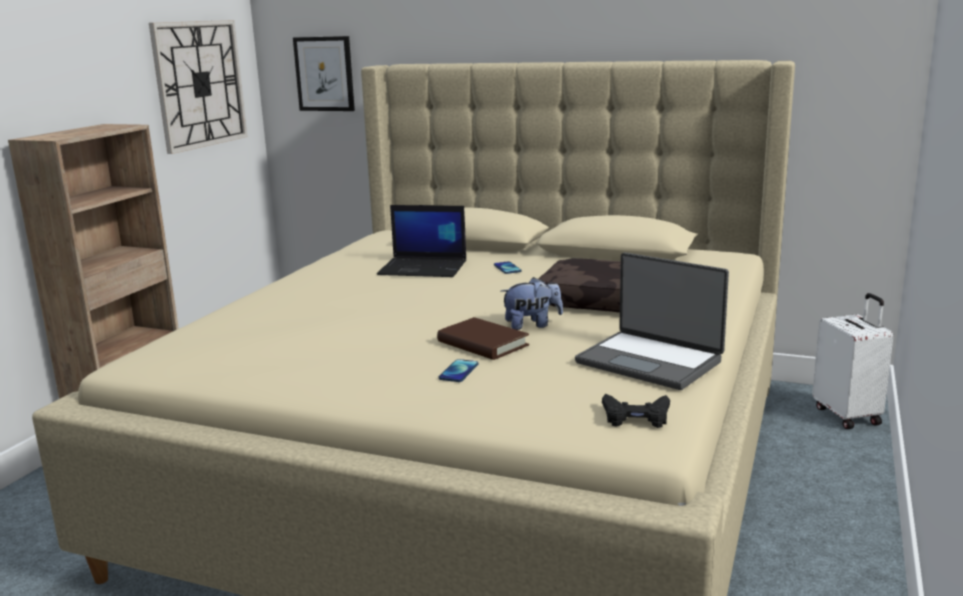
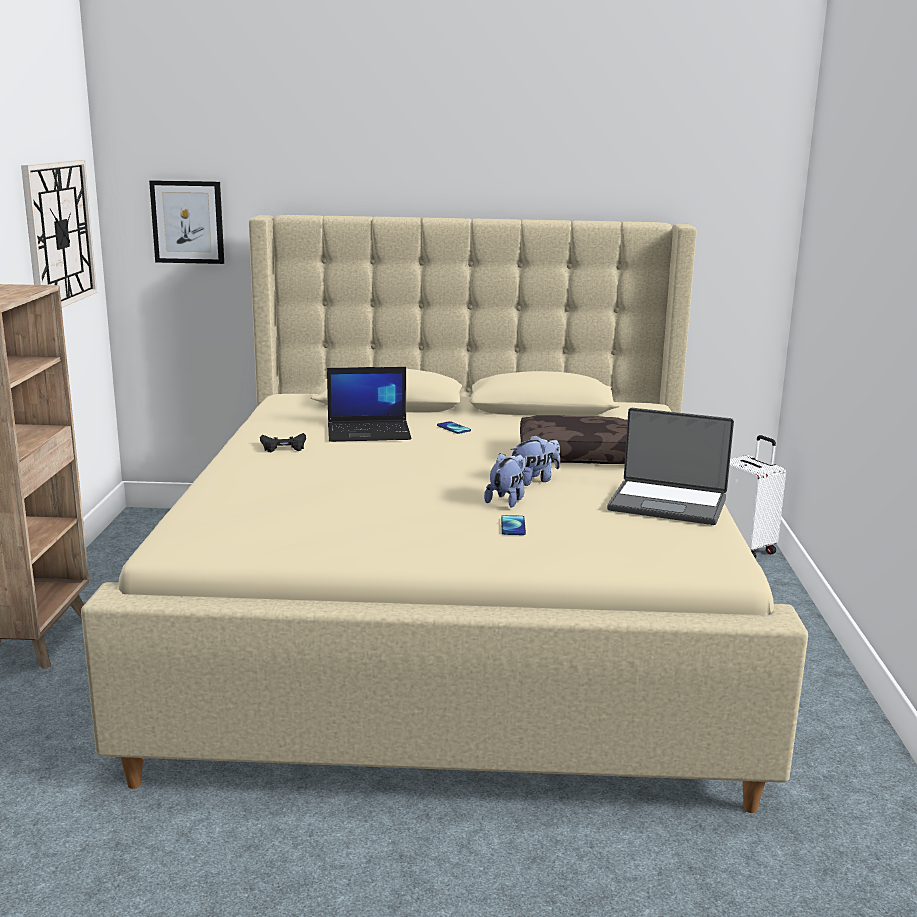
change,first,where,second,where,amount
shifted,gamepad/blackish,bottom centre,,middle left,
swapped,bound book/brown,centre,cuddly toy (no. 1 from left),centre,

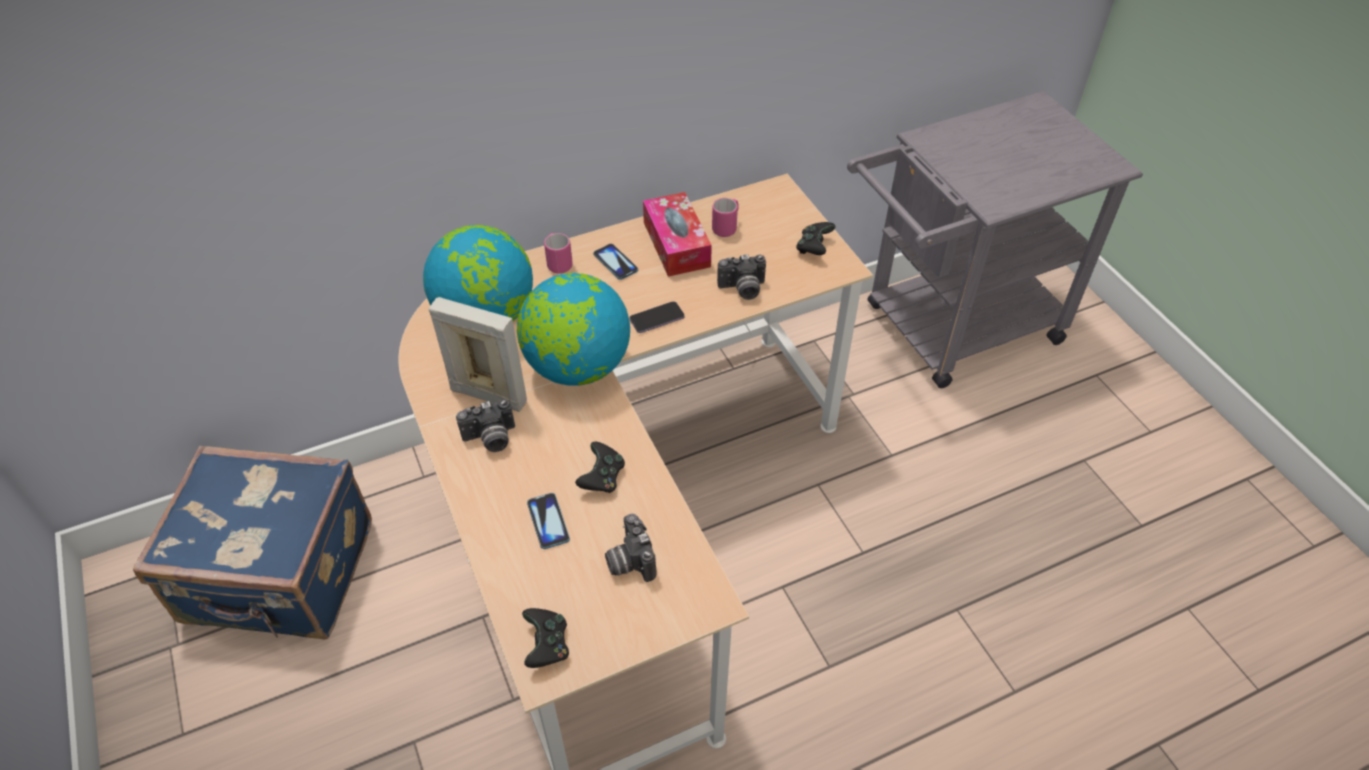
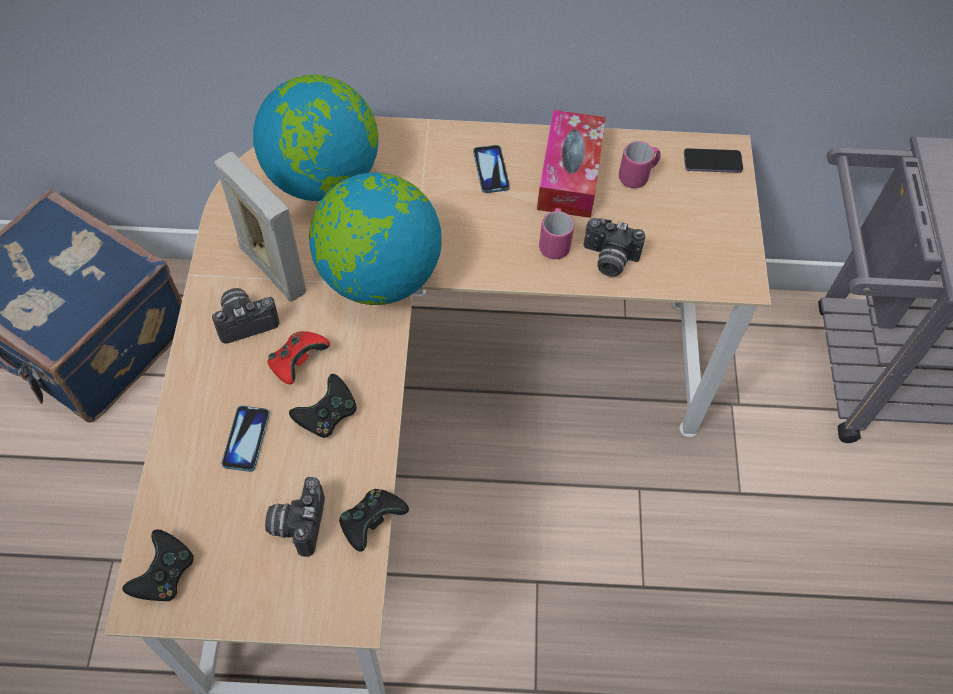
change,first,where,second,where,amount
new,,,gamepad/red,middle left,
shifted,coffee mug/pink (no. 1 from left),top centre,,centre,
shifted,handset (no. 3 from left),centre,,top right,
shifted,gamepad/blackish (no. 3 from left),top centre,,bottom centre,
rotated,still camera (no. 1 from left),centre,,middle left,150 degrees clockwise

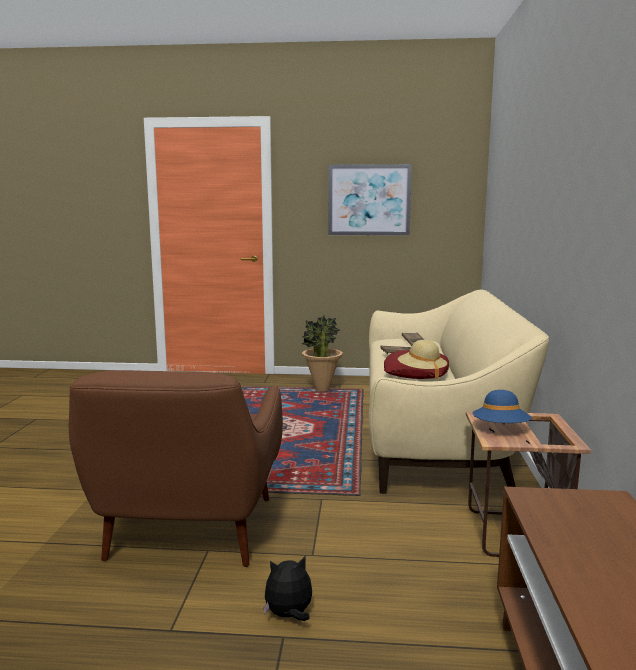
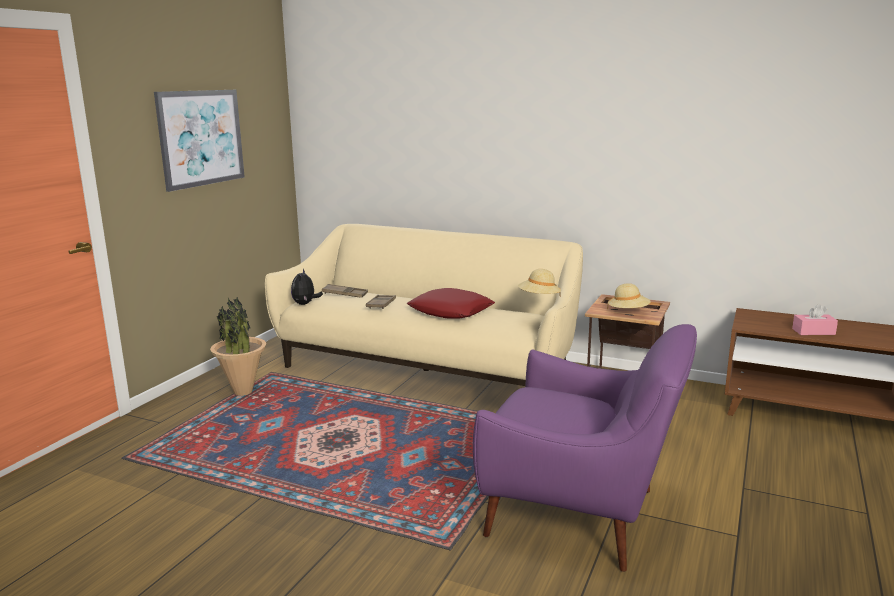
change,first,where,second,where,amount
new,,,tissue holder/pink,middle right,
shifted,cuddly toy,bottom centre,,centre,
repainted,lounge chair/brown,bottom left,lounge chair/purple-coloured,bottom centre,
repainted,clothing hat/blue-coloured,middle right,clothing hat/beige-coloured (no. 2 from left),middle right,

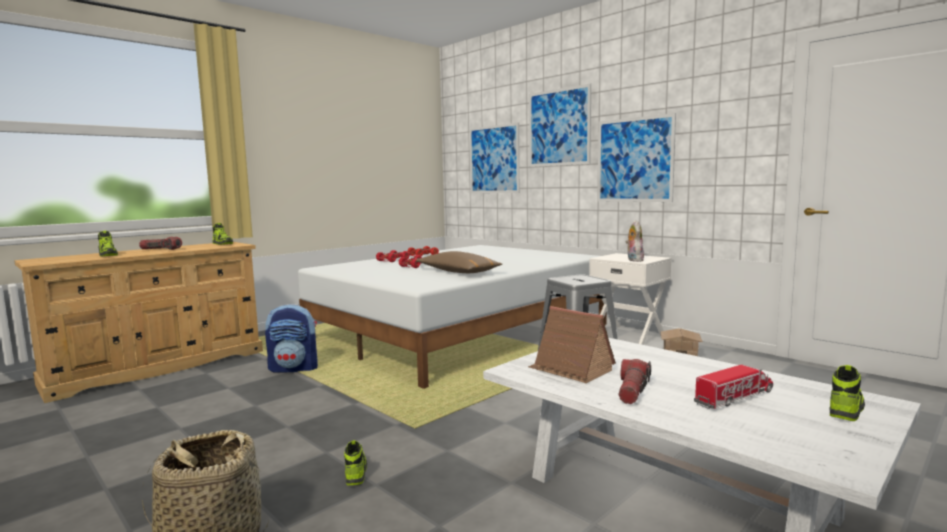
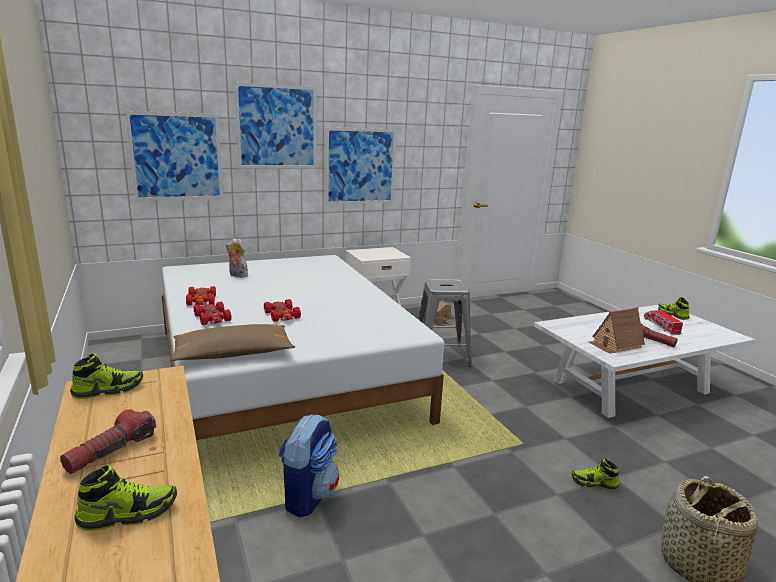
change,first,where,second,where,amount
shifted,pillow/brown,centre,,middle left,
shifted,cuddly toy,middle right,,middle left,

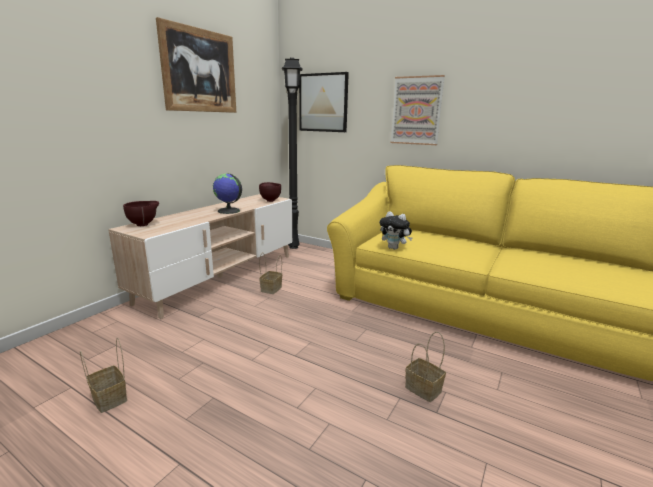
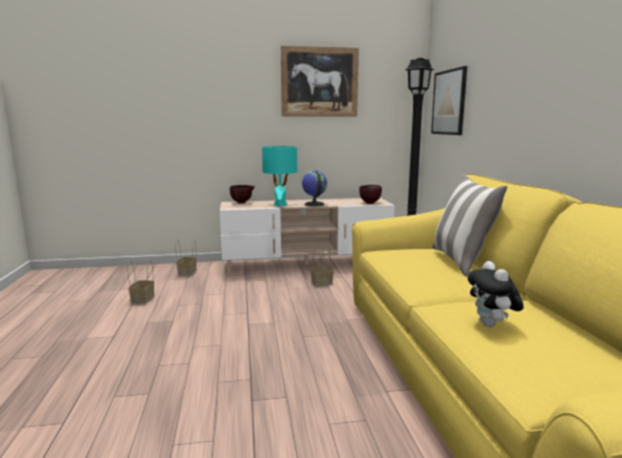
change,first,where,second,where,amount
gone,wall picture (no. 3 from left),top centre,,,
new,,,tabletop lamp/turquoise-coloured,centre,
new,,,pillow,middle right,
shifted,cuddly toy,centre,,middle right,
shifted,storage basket (no. 3 from left in the first image),bottom centre,storage basket (no. 2 from left),middle left,

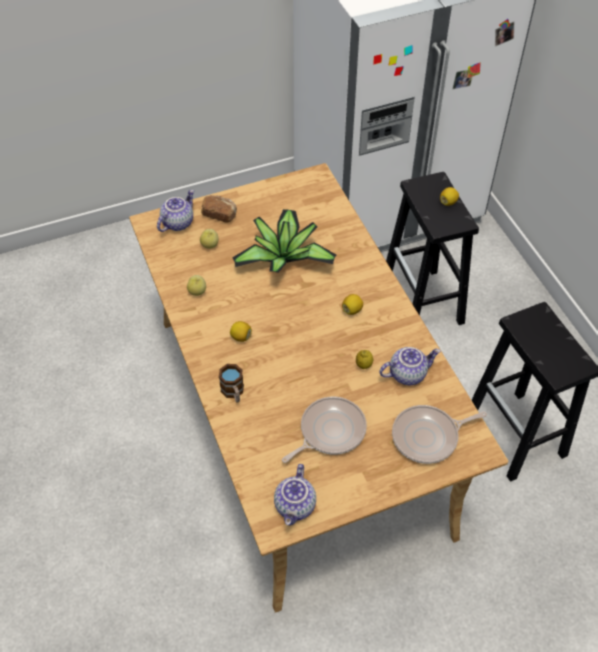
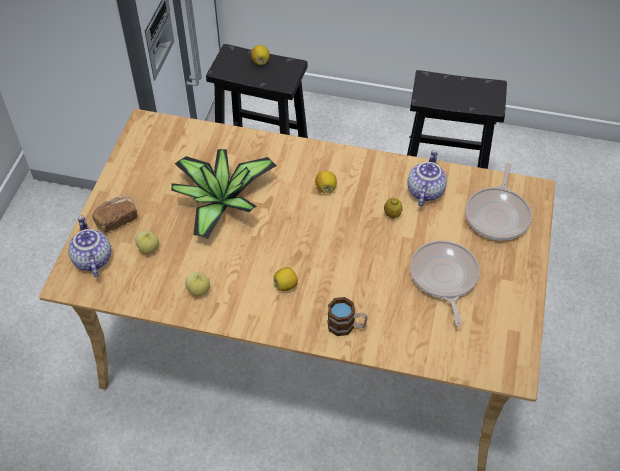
change,first,where,second,where,amount
gone,tea pot (no. 2 from left),bottom centre,,,

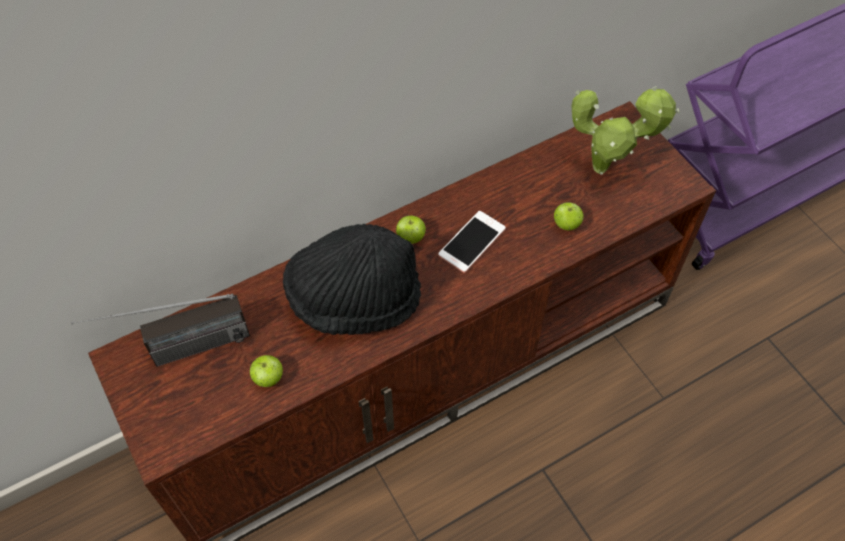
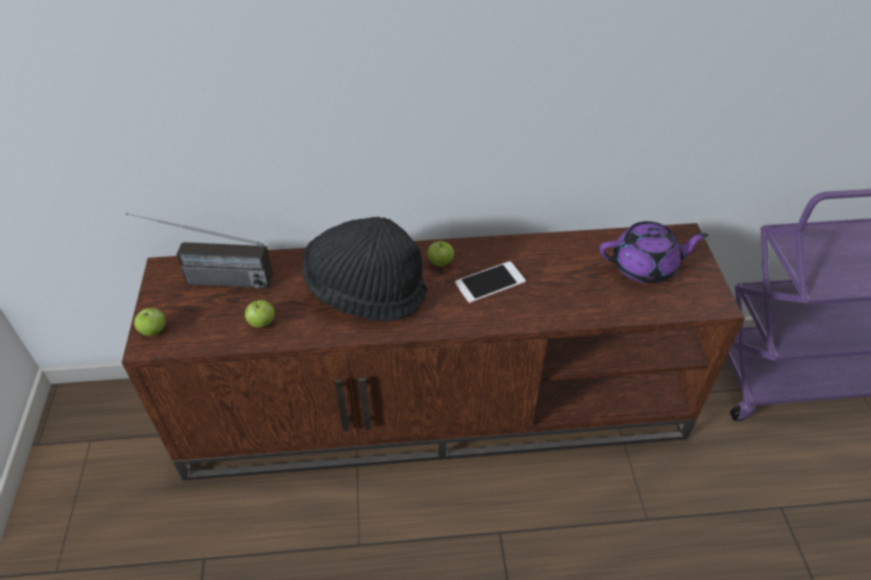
change,first,where,second,where,amount
shifted,apple (no. 3 from left in the first image),middle right,apple (no. 1 from left),middle left,
swapped,houseplant,top right,tea pot/purple-coloured,middle right,

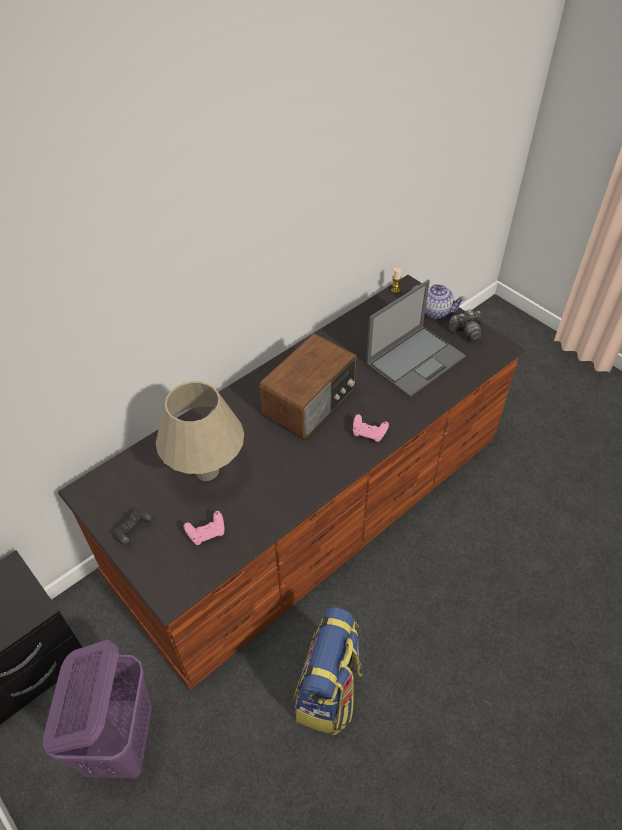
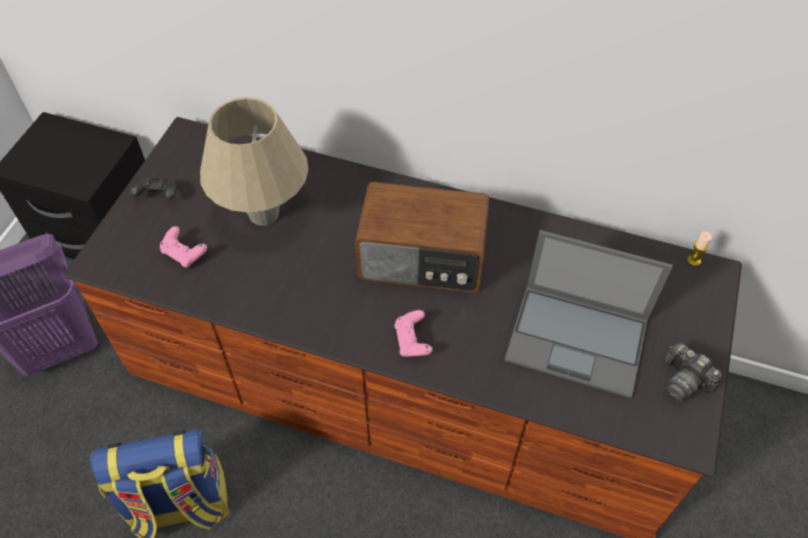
change,first,where,second,where,amount
gone,tea pot,middle right,,,

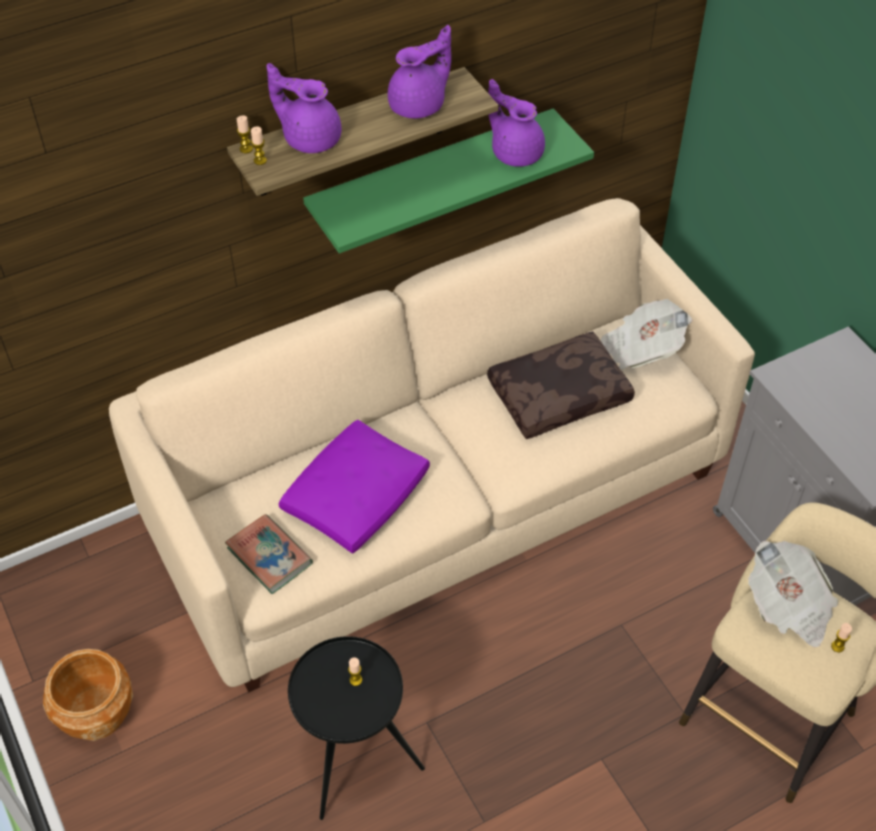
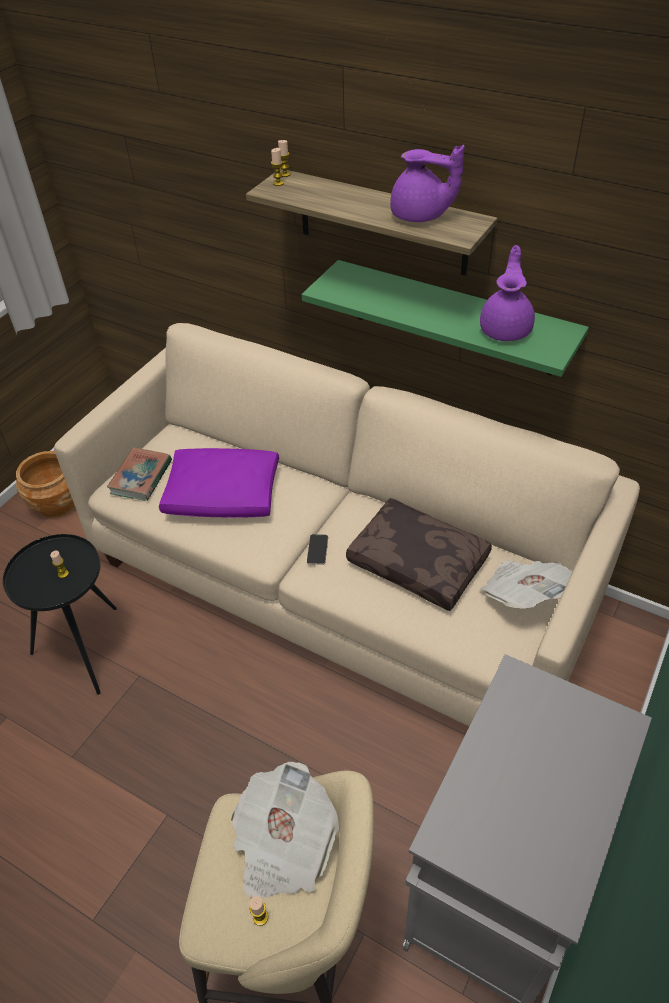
change,first,where,second,where,amount
gone,tea pot/purple-coloured (no. 1 from left),top centre,,,
new,,,handset,centre,

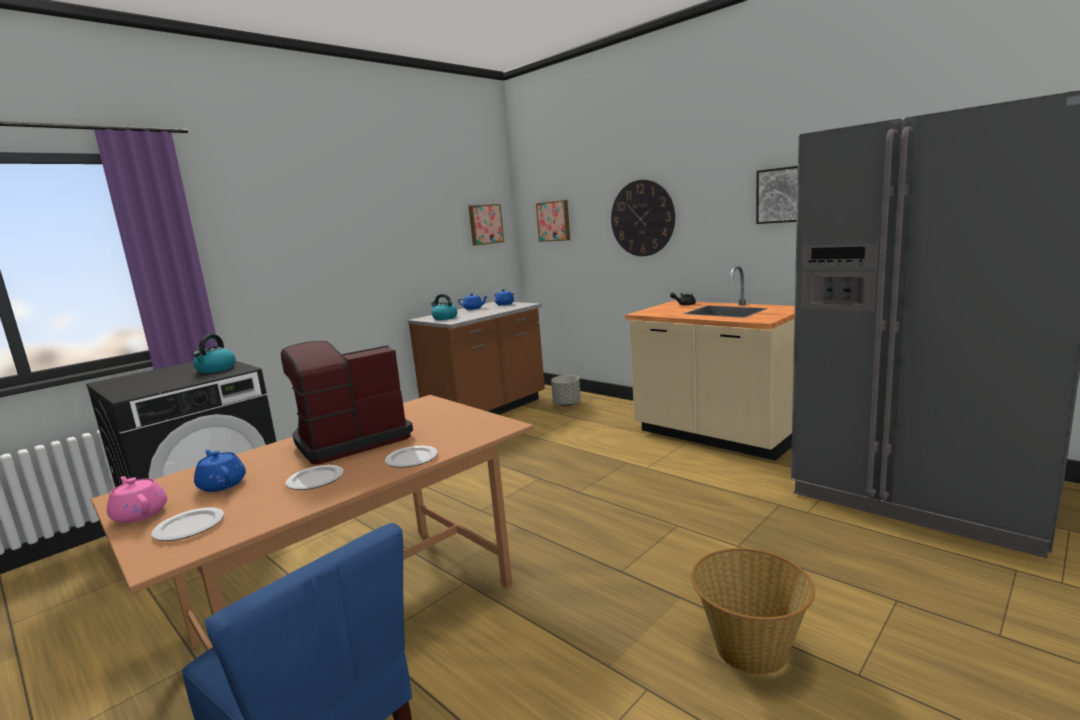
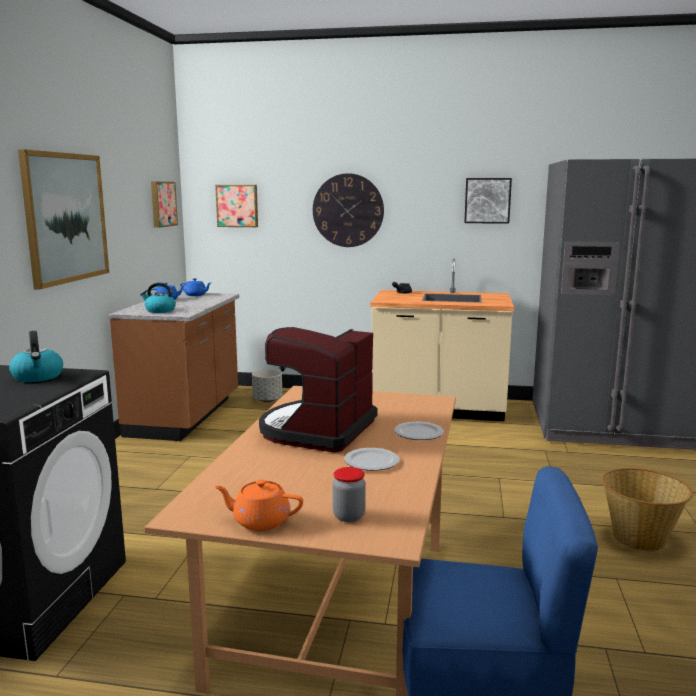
change,first,where,second,where,amount
gone,tea pot/blue-coloured (no. 1 from left),middle left,,,
new,,,wall picture (no. 1 from left),top left,
swapped,flat dish (no. 1 from left),bottom left,storage jar,bottom centre,
repainted,tea pot/pink,bottom left,tea pot/orange,bottom centre,

